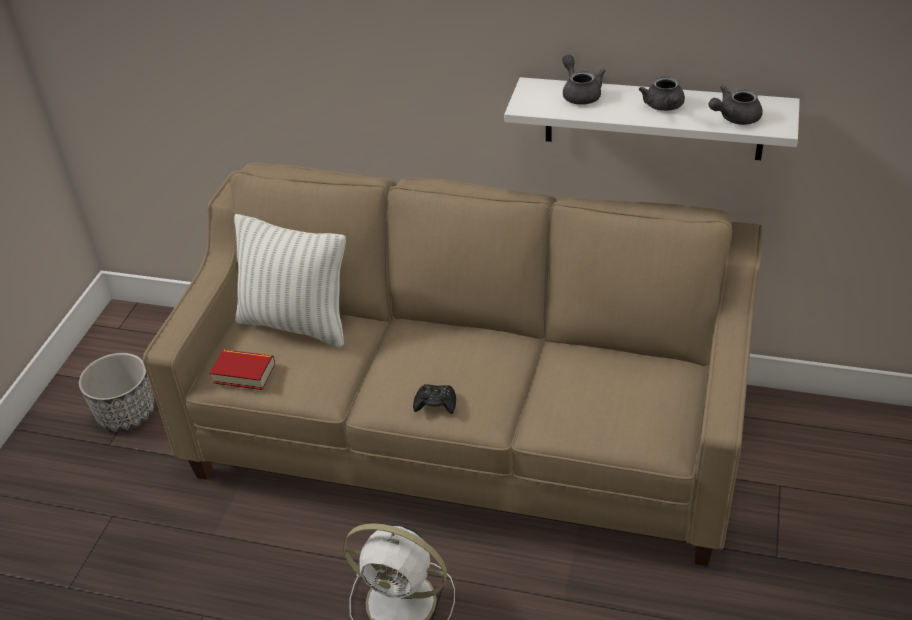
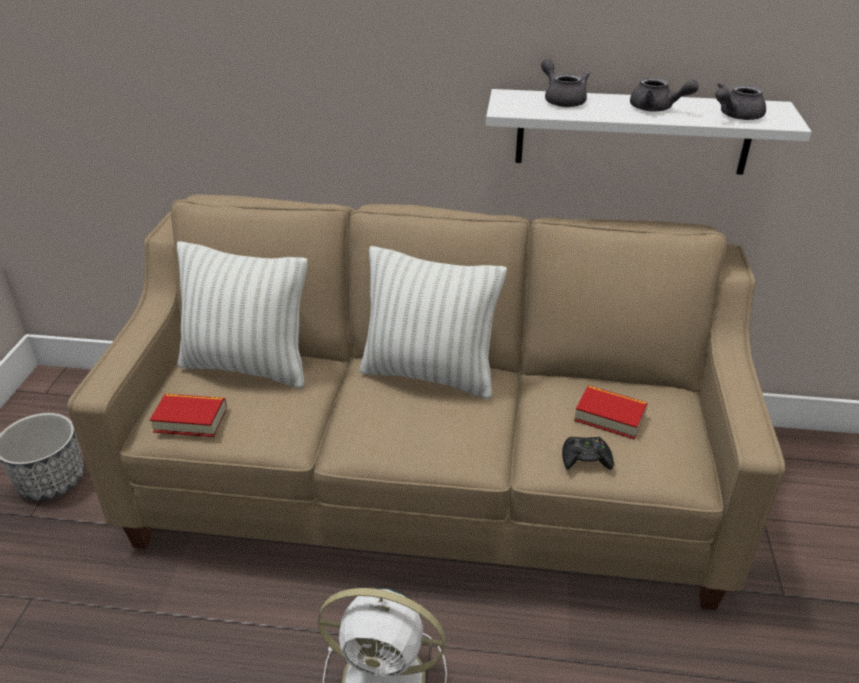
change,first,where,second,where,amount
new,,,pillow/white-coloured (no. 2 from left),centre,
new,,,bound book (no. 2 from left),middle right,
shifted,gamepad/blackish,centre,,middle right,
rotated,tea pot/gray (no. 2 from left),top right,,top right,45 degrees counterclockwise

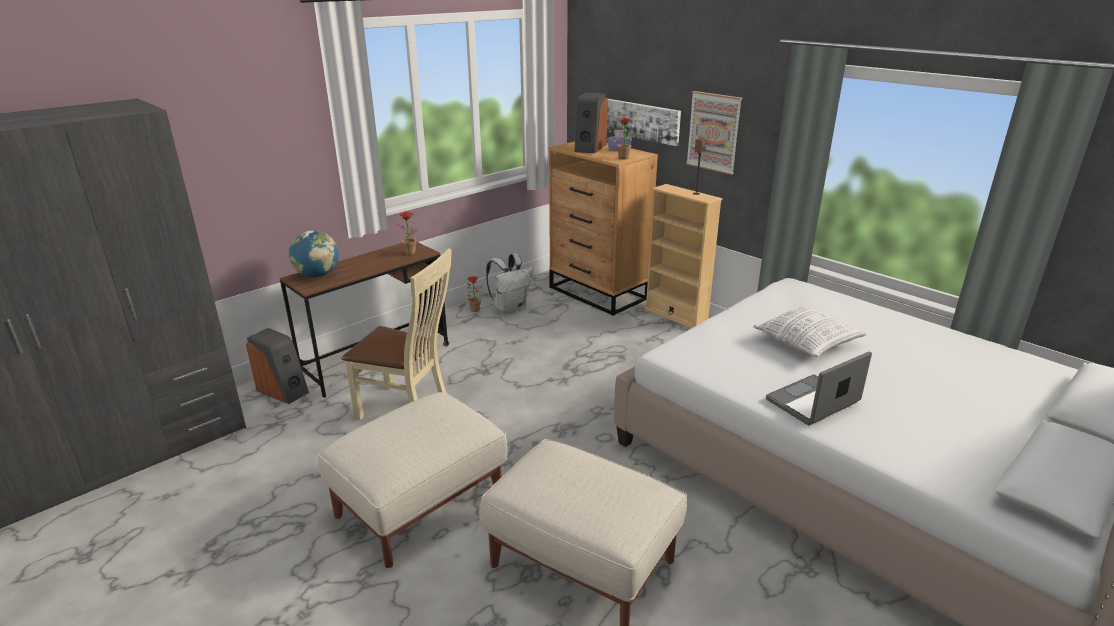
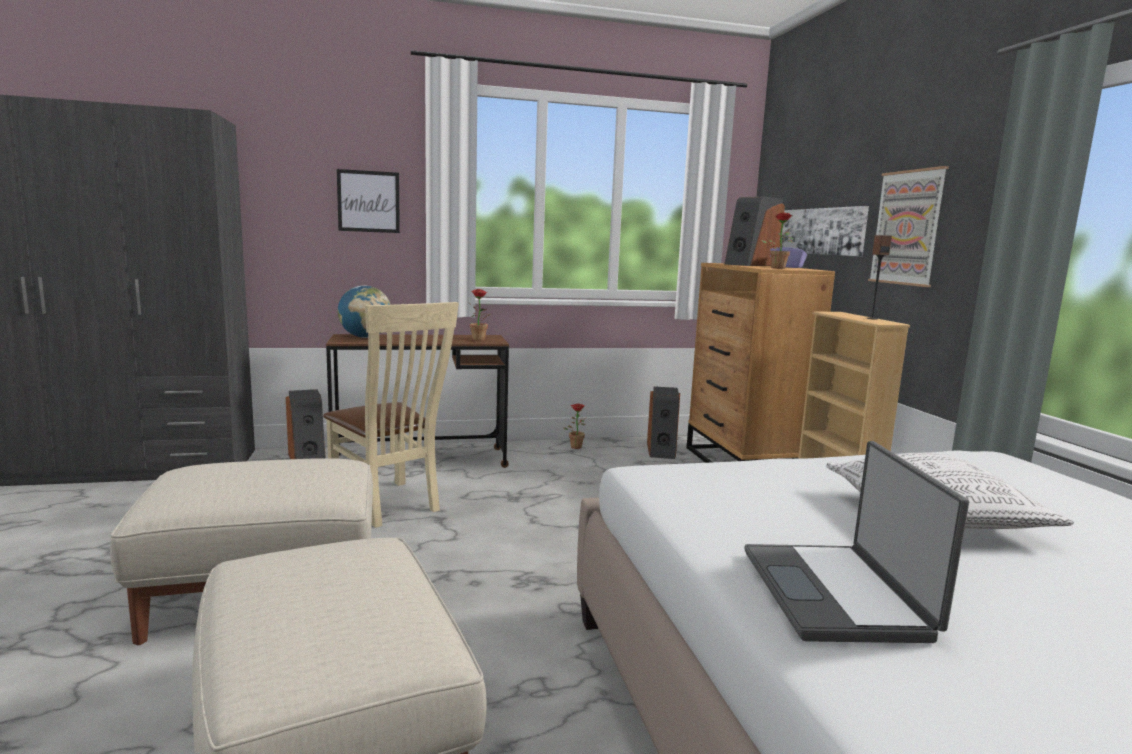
change,first,where,second,where,amount
gone,backpack/white-coloured,centre,,,
new,,,wall picture (no. 1 from left),top left,
new,,,speaker (no. 2 from left),centre,
rotated,notebook computer,middle right,,bottom right,90 degrees counterclockwise

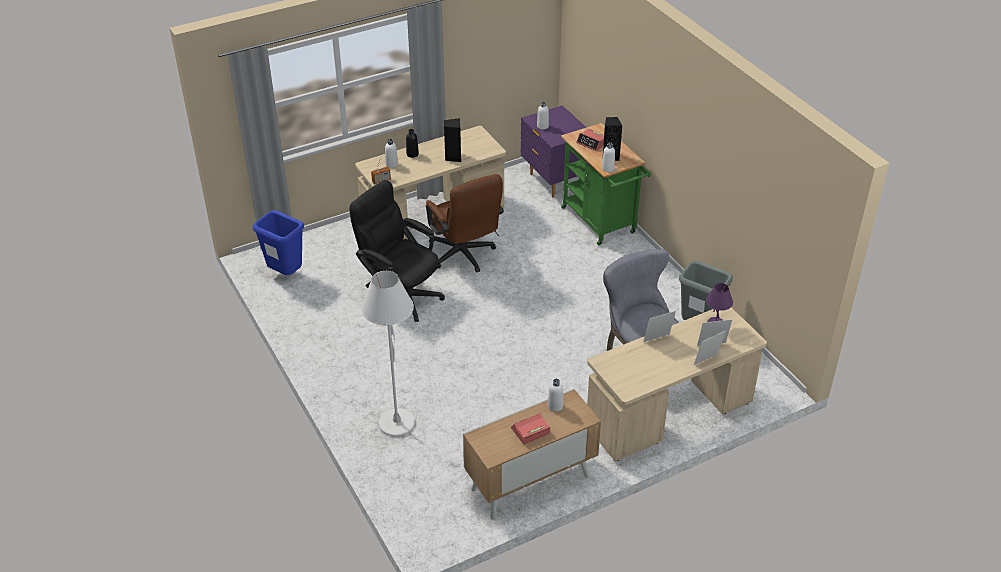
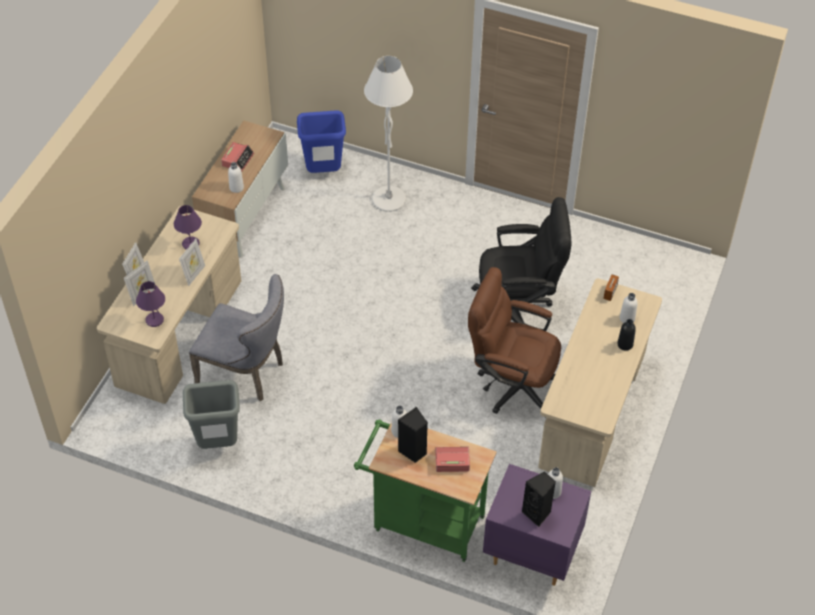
change,first,where,second,where,amount
new,,,tabletop lamp/purple-coloured (no. 2 from left),middle left,
shifted,waste bin/blue-coloured,middle left,,top centre,
shifted,speaker/blackish (no. 1 from left in the first image),top centre,speaker/blackish (no. 2 from left),bottom centre,

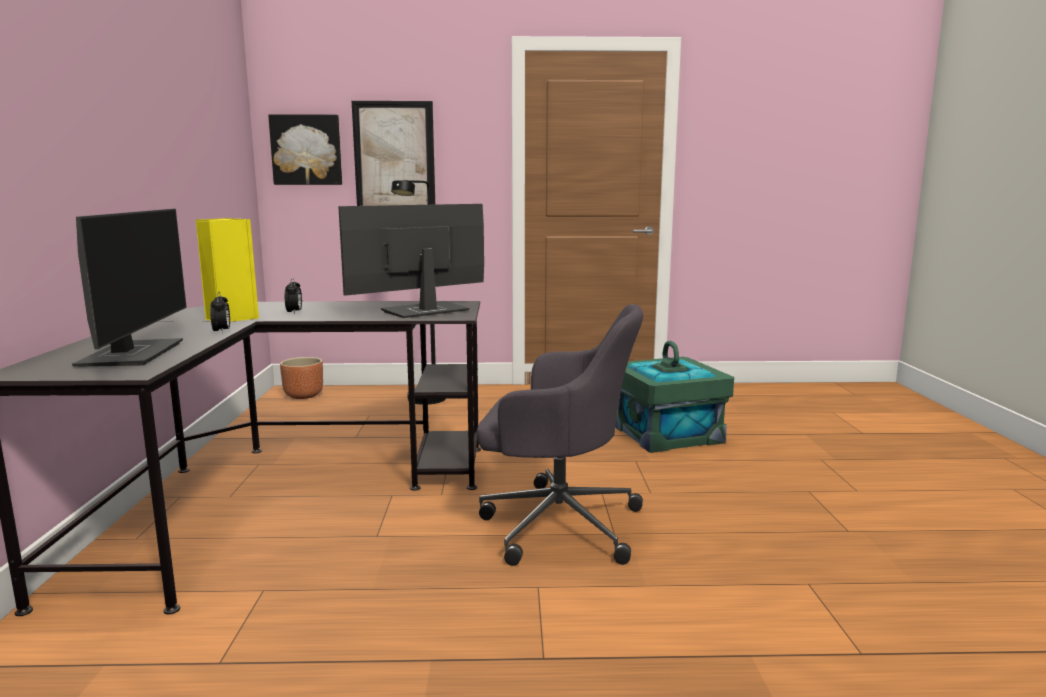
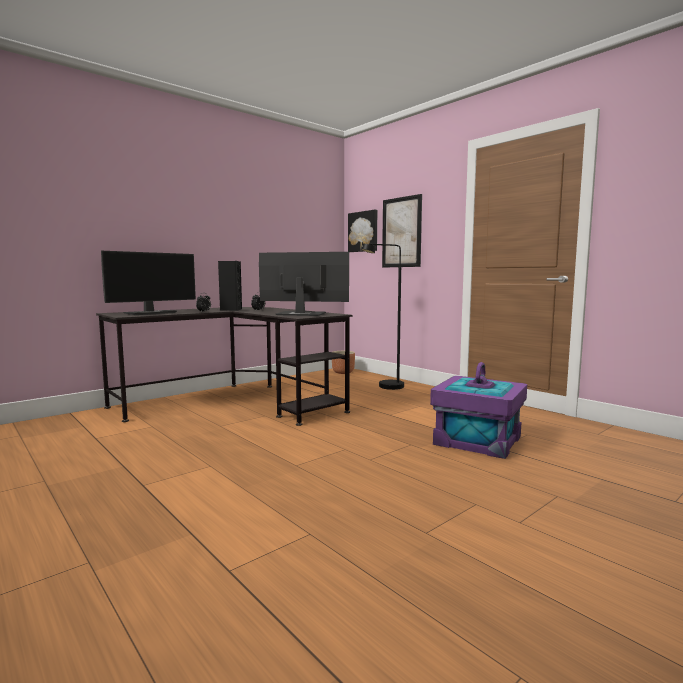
change,first,where,second,where,amount
gone,desk chair/gray,centre,,,
repainted,speaker/yellowish,middle left,speaker/blackish,centre,
repainted,storage box/green-coloured,centre,storage box/purple-coloured,middle right,

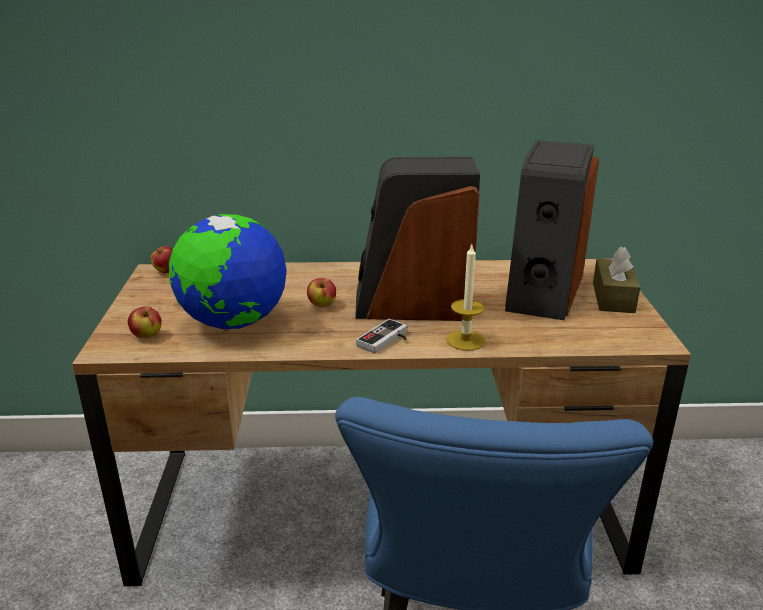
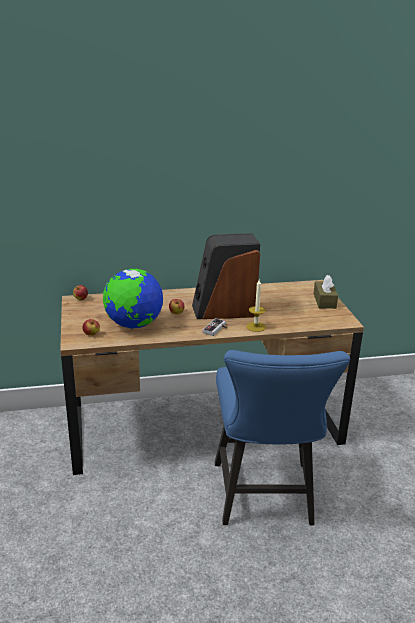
change,first,where,second,where,amount
gone,speaker (no. 2 from left),middle right,,,

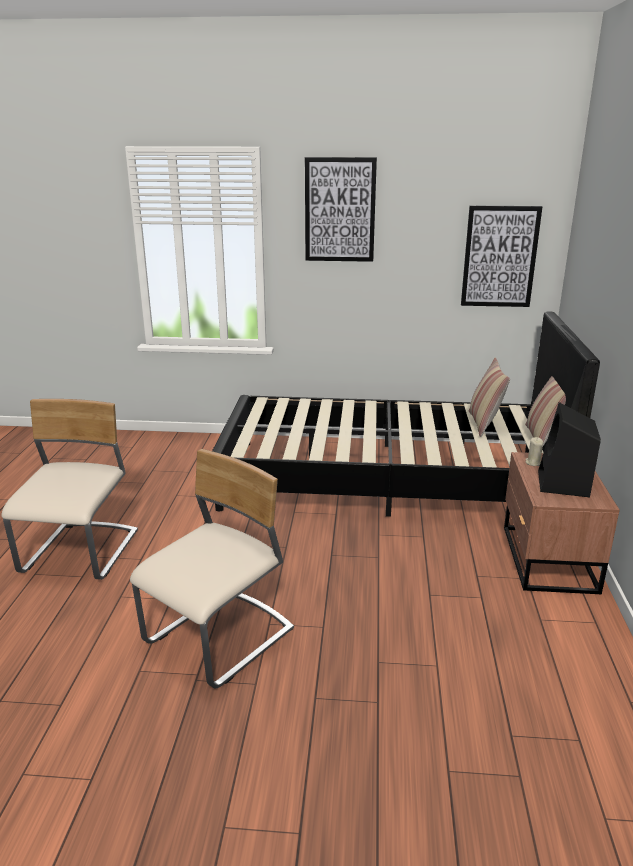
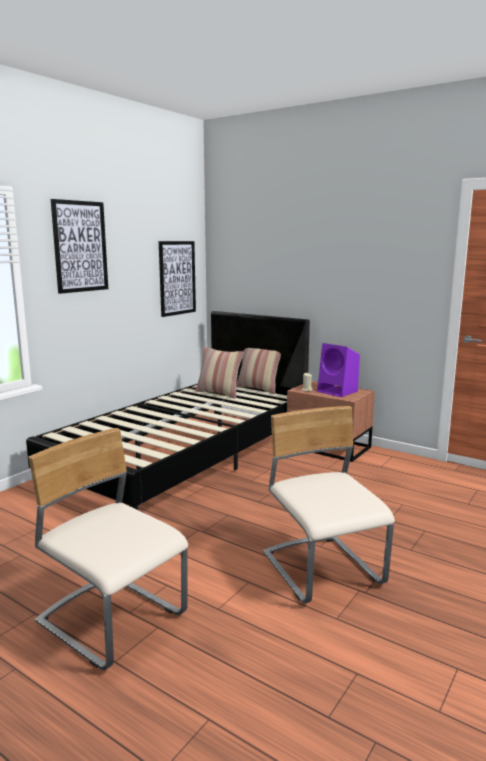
change,first,where,second,where,amount
repainted,speaker/blackish,middle right,speaker/purple-coloured,middle right,

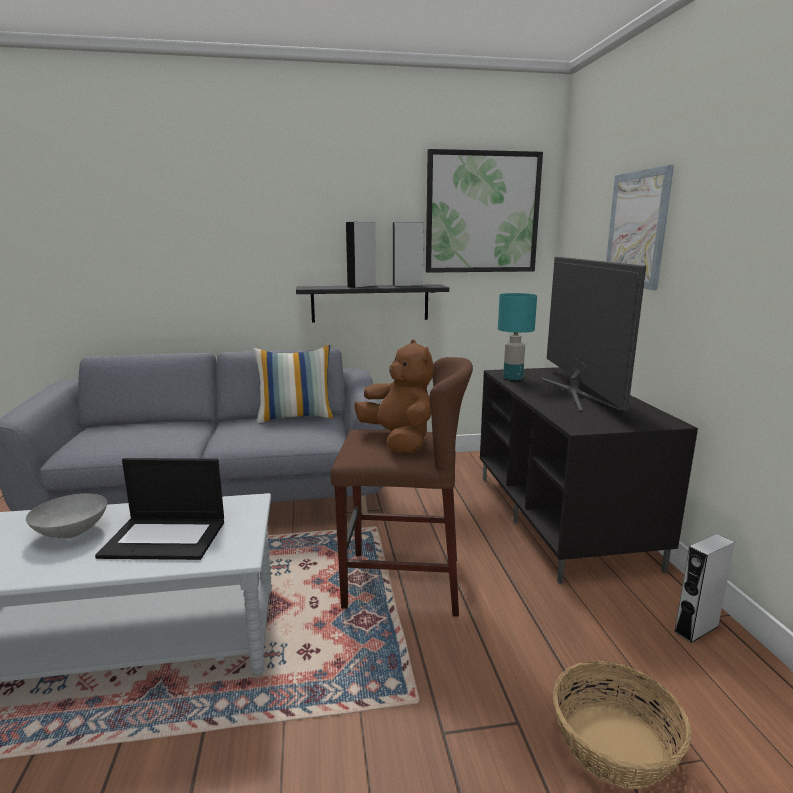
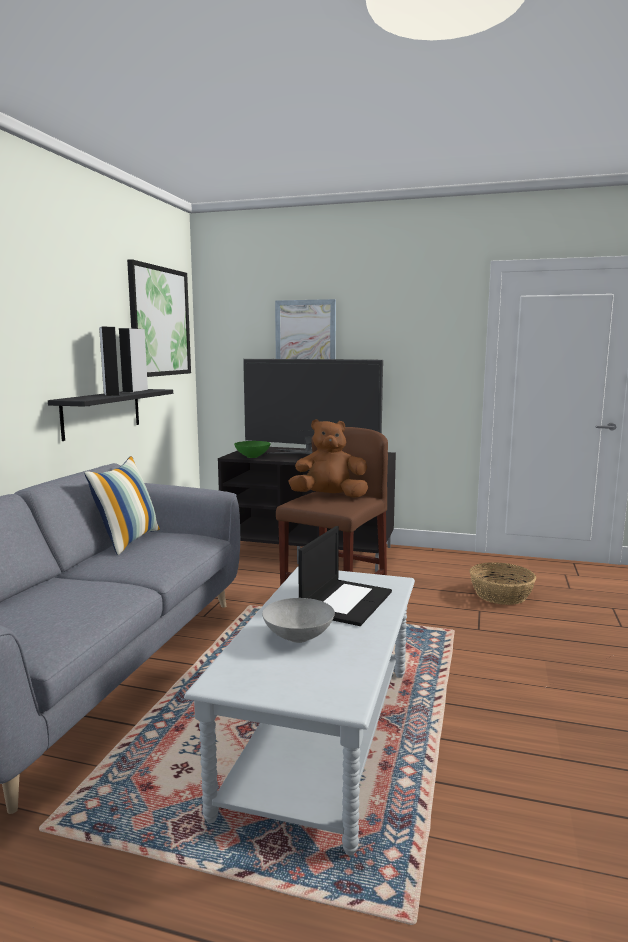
change,first,where,second,where,amount
gone,speaker/gray (no. 3 from left),bottom right,,,
swapped,tabletop lamp/turquoise-coloured,centre,serving bowl/green-coloured,centre,

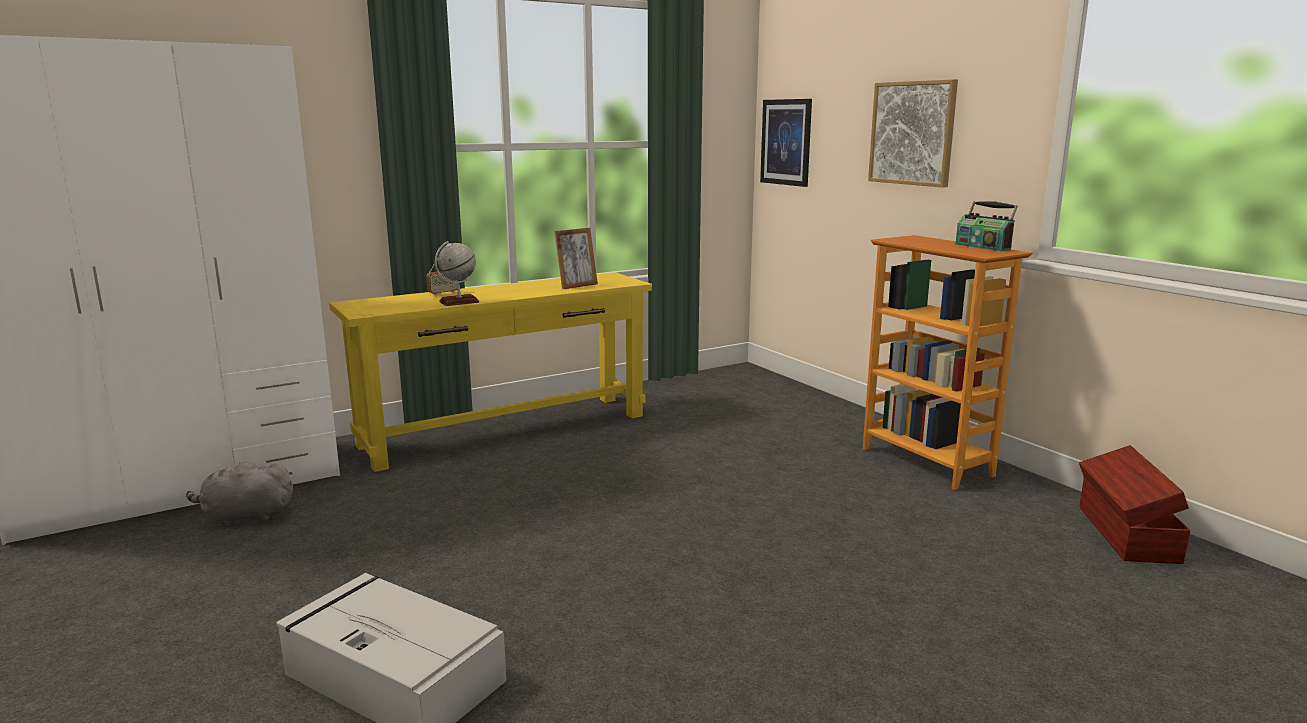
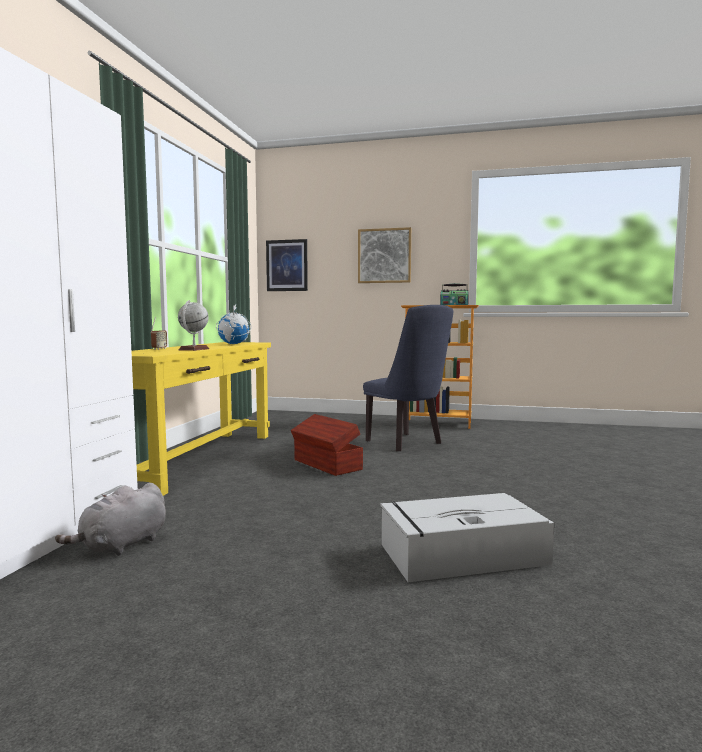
change,first,where,second,where,amount
new,,,upright chair/blue-coloured,centre,
shifted,storage box/brown,bottom right,,centre,
swapped,picture frame,centre,world globe (no. 2 from left),centre,

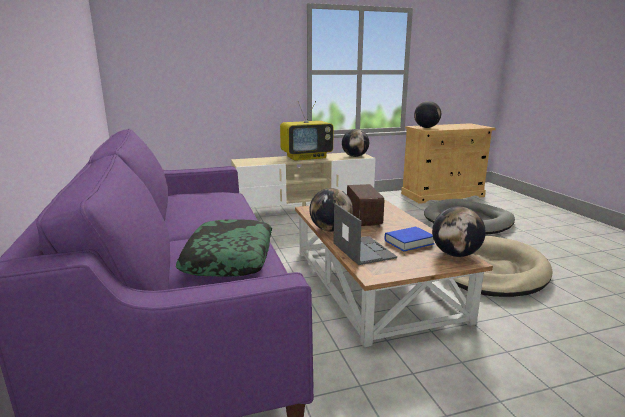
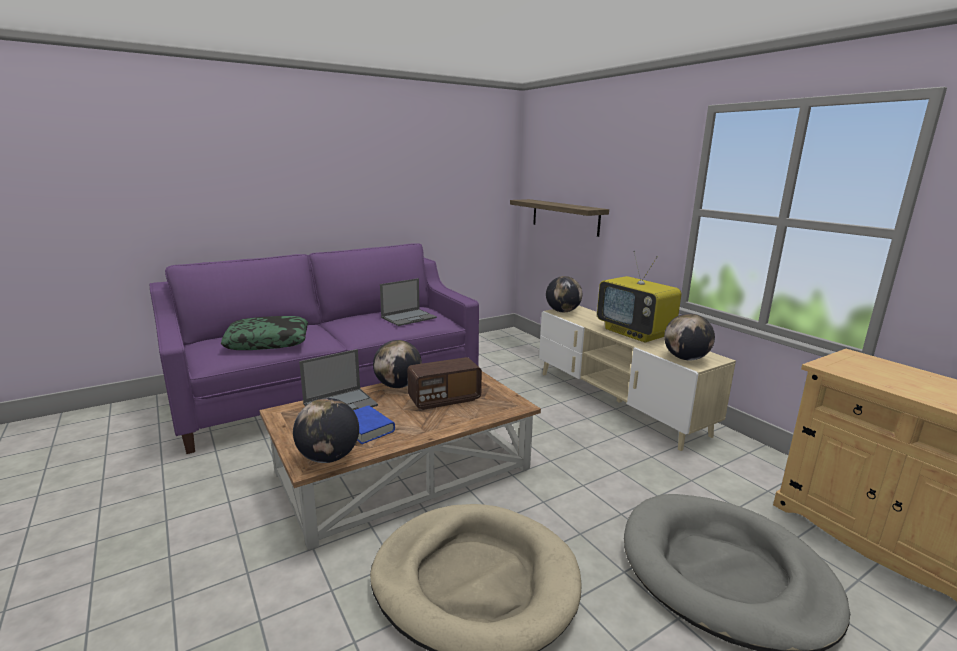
change,first,where,second,where,amount
new,,,notebook computer (no. 2 from left),centre,
new,,,wall shelf,centre,
shifted,world globe (no. 3 from left),top right,,centre,

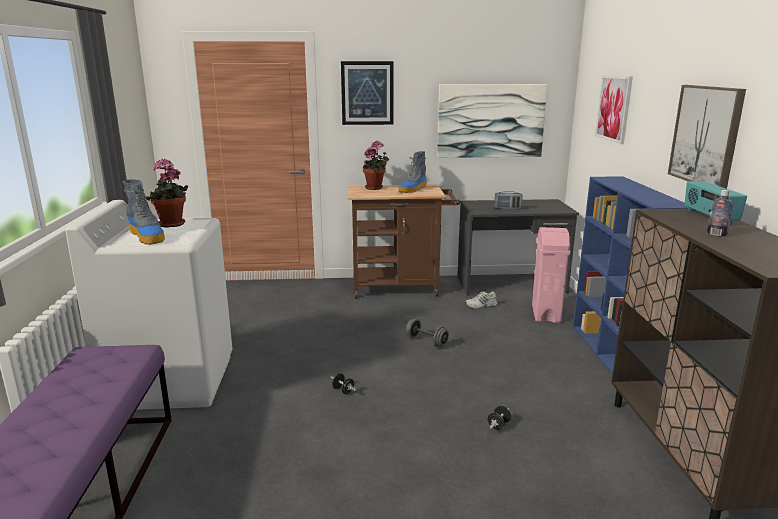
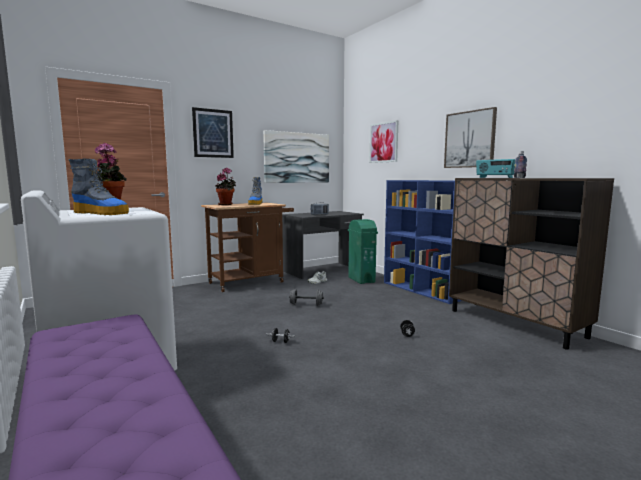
change,first,where,second,where,amount
repainted,waste bin/pink,middle right,waste bin/green-coloured,centre,

